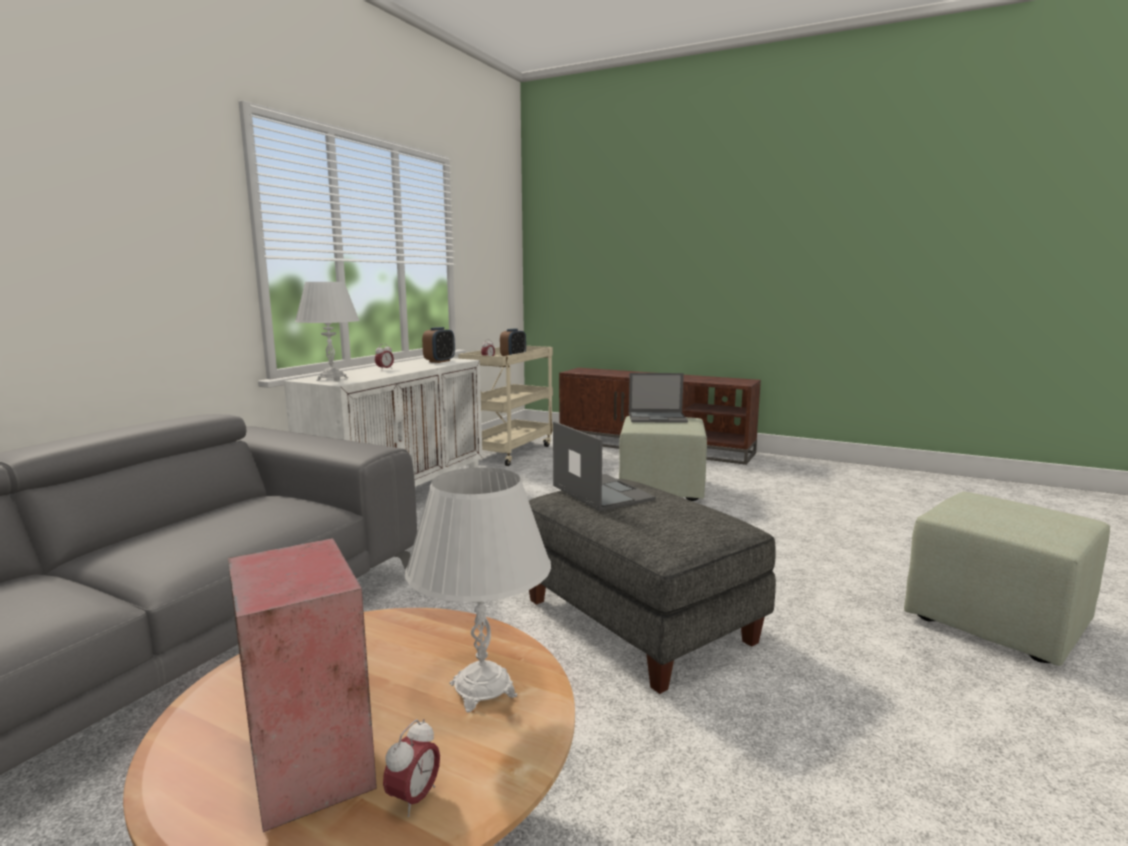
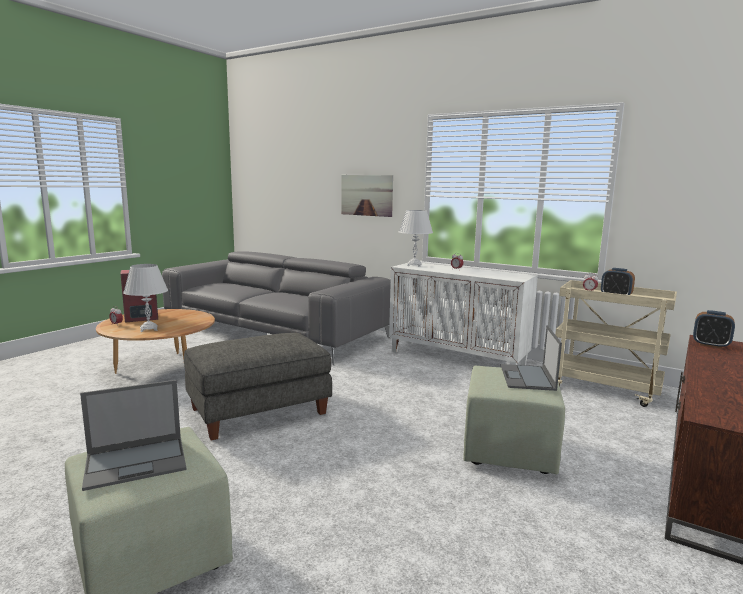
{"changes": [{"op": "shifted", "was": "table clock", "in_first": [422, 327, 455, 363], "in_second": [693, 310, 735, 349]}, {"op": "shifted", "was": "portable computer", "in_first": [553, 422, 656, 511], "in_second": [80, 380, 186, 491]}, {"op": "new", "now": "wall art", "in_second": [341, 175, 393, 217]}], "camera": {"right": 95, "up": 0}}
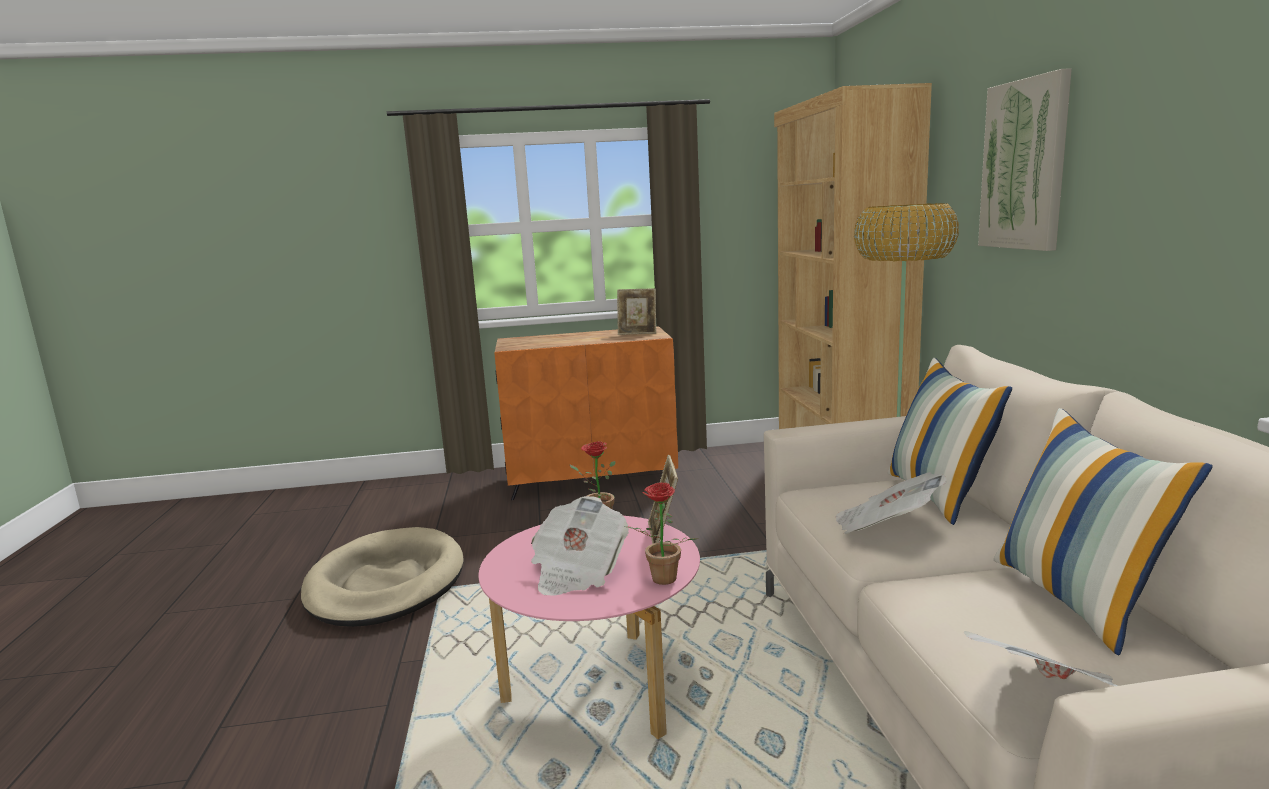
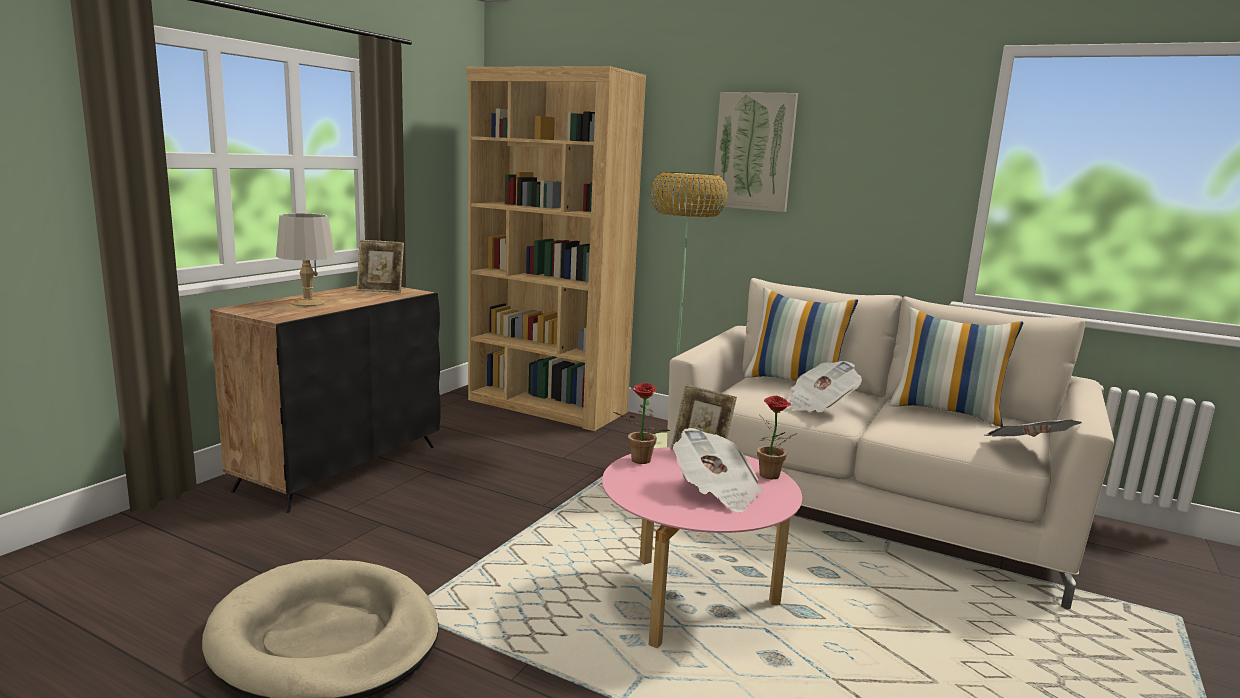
{"changes": [{"op": "rotated", "was": "photo frame", "in_first": [617, 288, 656, 335], "in_second": [357, 240, 404, 293], "clockwise": 45}, {"op": "repainted", "was": "orangey cabinet", "now": "black-coloured cabinet", "in_first": [494, 326, 678, 500], "in_second": [210, 286, 441, 513]}, {"op": "new", "now": "grey tabletop lamp", "in_second": [276, 213, 335, 307]}], "camera": {"right": -55, "up": 0}}
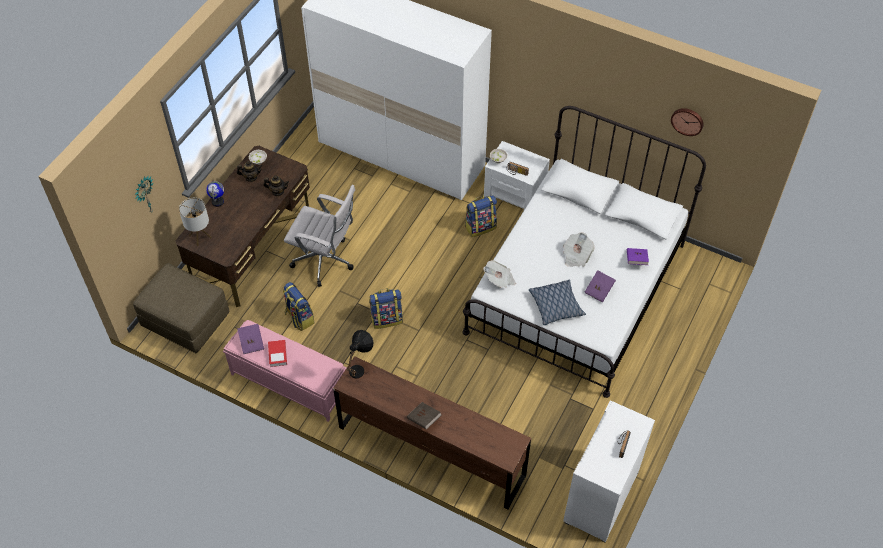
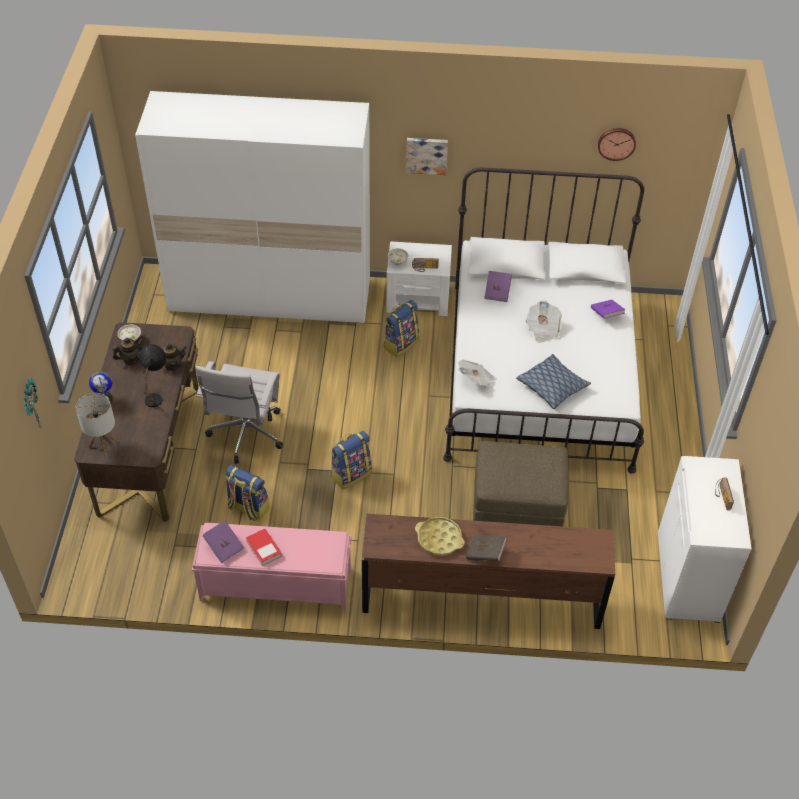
{"changes": [{"op": "rotated", "was": "whitish computer chair", "in_first": [284, 185, 355, 287], "in_second": [196, 361, 283, 464], "clockwise": 105}, {"op": "shifted", "was": "brown ottoman", "in_first": [133, 263, 230, 353], "in_second": [473, 441, 569, 527]}, {"op": "shifted", "was": "purple volume", "in_first": [585, 270, 616, 303], "in_second": [484, 271, 512, 302]}, {"op": "shifted", "was": "black-coloured tabletop lamp", "in_first": [347, 330, 374, 378], "in_second": [139, 344, 166, 407]}, {"op": "new", "now": "wall art", "in_second": [406, 138, 448, 175]}, {"op": "new", "now": "yellowish serving tray", "in_second": [415, 517, 465, 555]}], "camera": {"right": -25, "up": -5}}
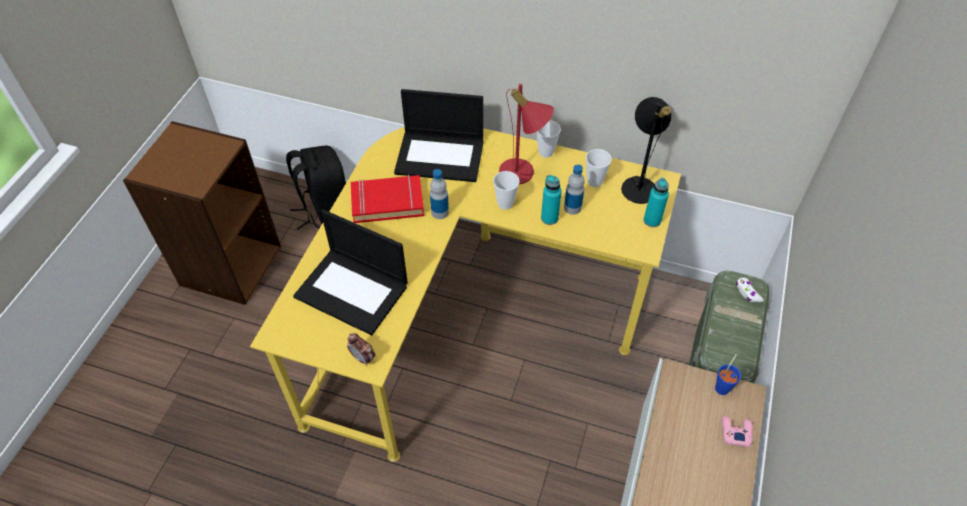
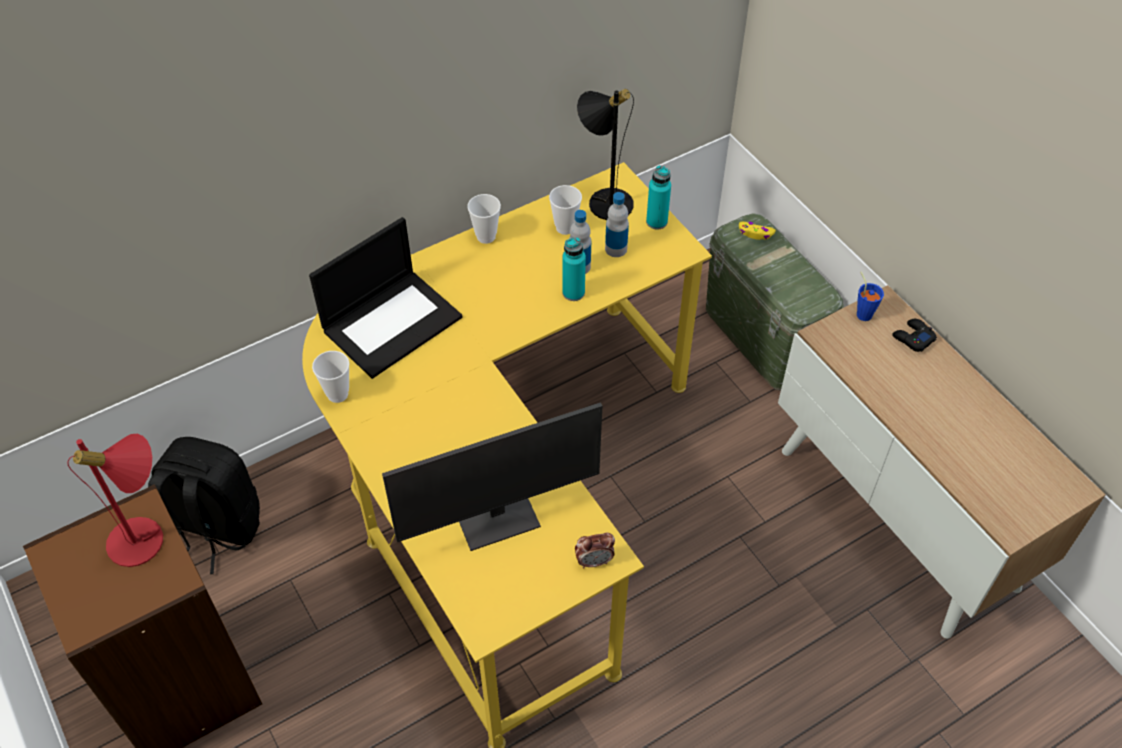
{"changes": [{"op": "shifted", "was": "red tabletop lamp", "in_first": [499, 84, 554, 184], "in_second": [67, 434, 163, 567]}, {"op": "shifted", "was": "drink bottle", "in_first": [430, 169, 449, 219], "in_second": [605, 192, 629, 257]}, {"op": "shifted", "was": "cup", "in_first": [493, 171, 520, 210], "in_second": [312, 351, 349, 403]}, {"op": "gone", "was": "red volume", "in_first": [351, 175, 424, 223]}, {"op": "swapped", "was": "portable computer", "now": "computer screen", "in_first": [293, 209, 408, 336], "in_second": [382, 402, 602, 551]}, {"op": "repainted", "was": "whitish gamepad", "now": "yellowish gamepad", "in_first": [736, 277, 764, 303], "in_second": [739, 222, 776, 240]}, {"op": "repainted", "was": "pink gamepad", "now": "black-coloured gamepad", "in_first": [722, 416, 753, 448], "in_second": [892, 319, 937, 352]}], "camera": {"right": -50, "up": 0}}
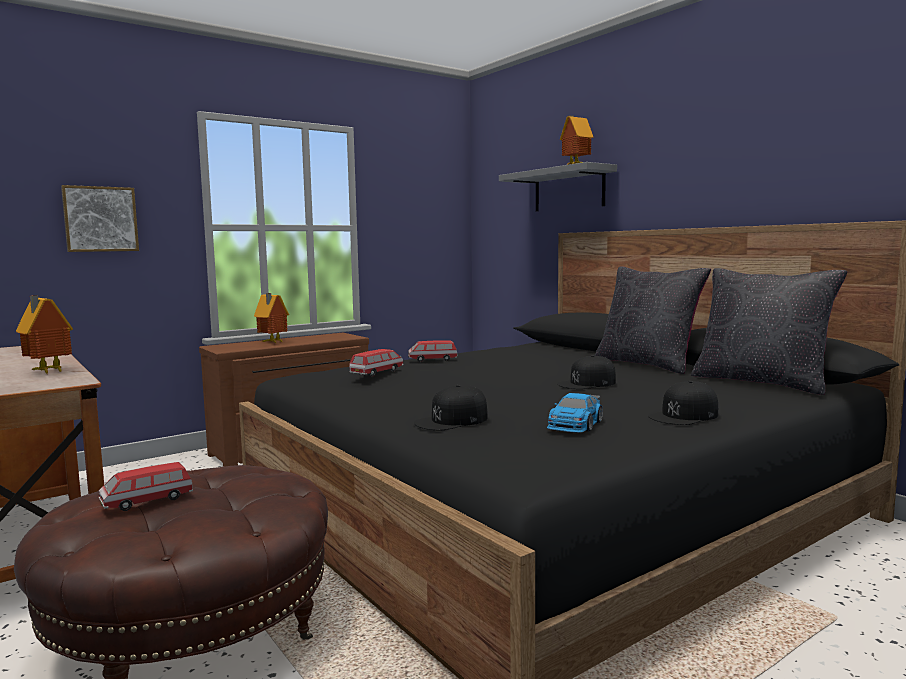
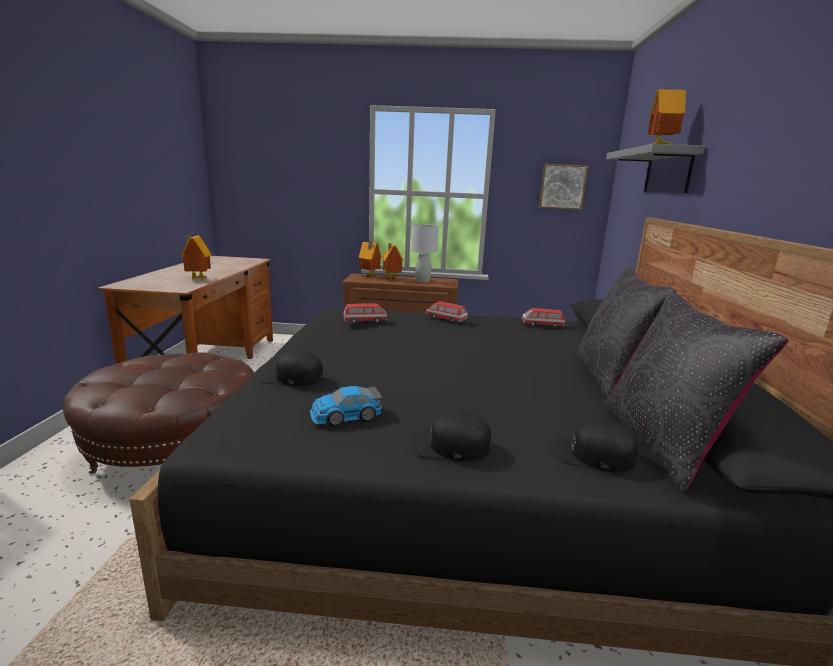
{"changes": [{"op": "shifted", "was": "wall art", "in_first": [61, 185, 139, 252], "in_second": [539, 164, 588, 210]}, {"op": "shifted", "was": "black-coloured peaked cap", "in_first": [557, 355, 616, 389], "in_second": [550, 420, 638, 472]}, {"op": "shifted", "was": "toy car", "in_first": [99, 462, 193, 511], "in_second": [522, 308, 565, 328]}, {"op": "new", "now": "grey tabletop lamp", "in_second": [411, 224, 439, 282]}, {"op": "new", "now": "miniature house", "in_second": [359, 241, 381, 277]}], "camera": {"right": 40, "up": 10}}
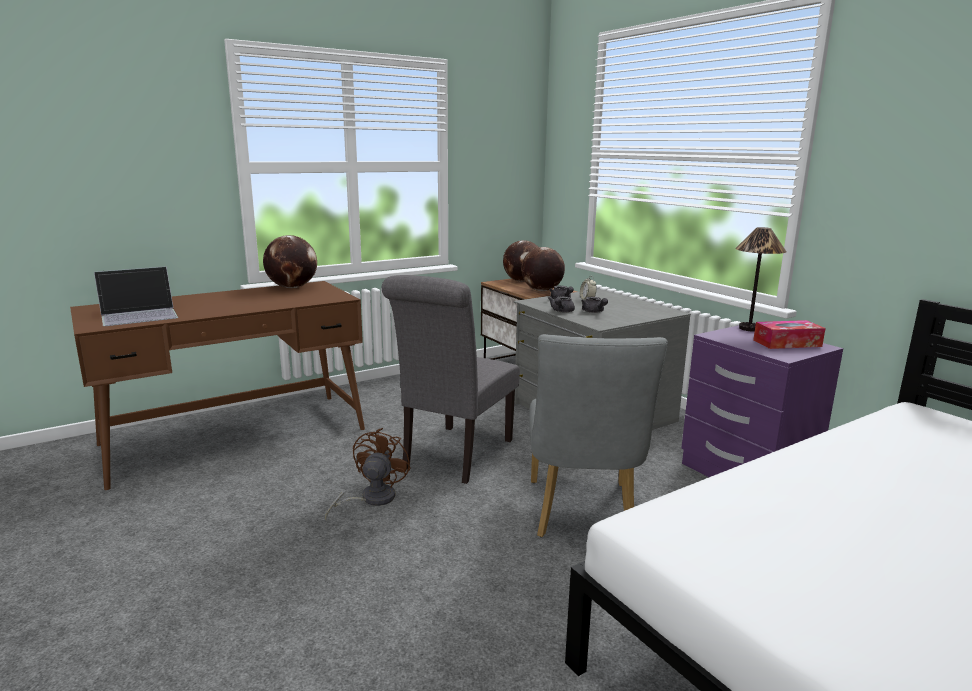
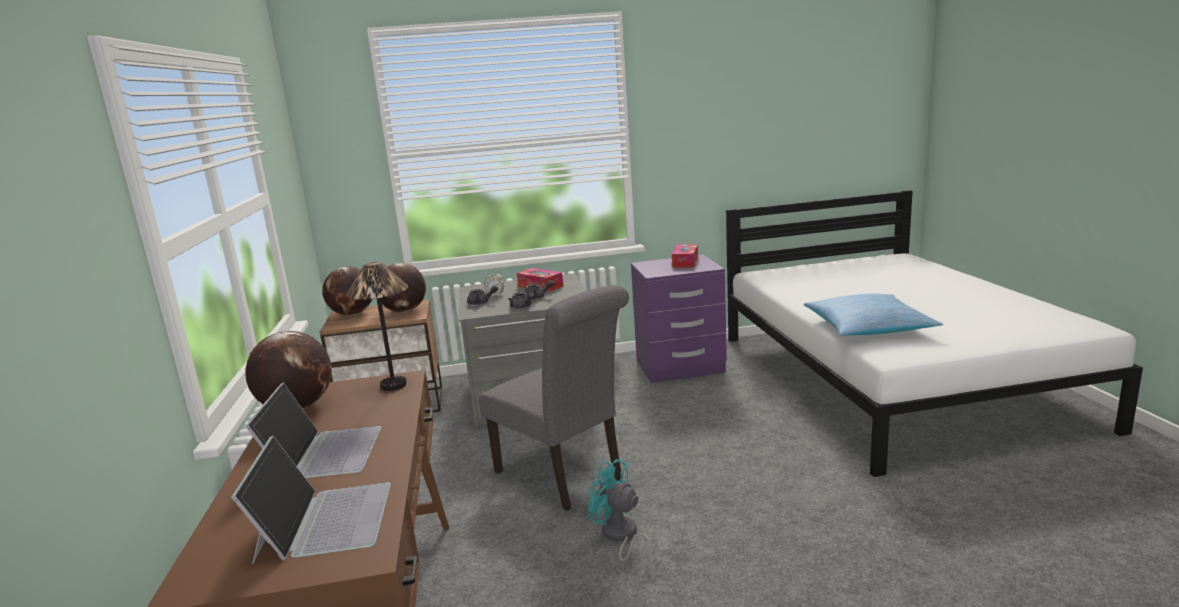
{"changes": [{"op": "shifted", "was": "tabletop lamp", "in_first": [735, 227, 786, 332], "in_second": [346, 262, 408, 391]}, {"op": "gone", "was": "grey upright chair", "in_first": [529, 334, 668, 537]}, {"op": "repainted", "was": "brown fan", "now": "blue-green fan", "in_first": [325, 428, 411, 520], "in_second": [587, 459, 652, 569]}, {"op": "new", "now": "tissue holder", "in_second": [517, 268, 563, 292]}, {"op": "new", "now": "pillow", "in_second": [804, 293, 943, 335]}, {"op": "new", "now": "portable computer", "in_second": [245, 382, 382, 478]}], "camera": {"right": -65, "up": 0}}
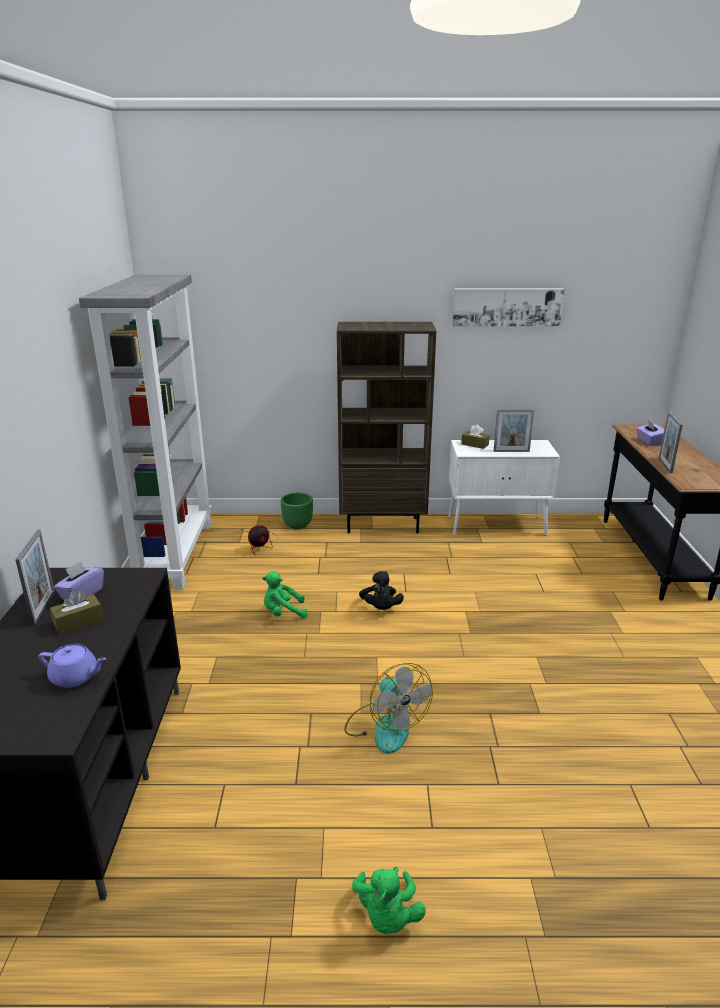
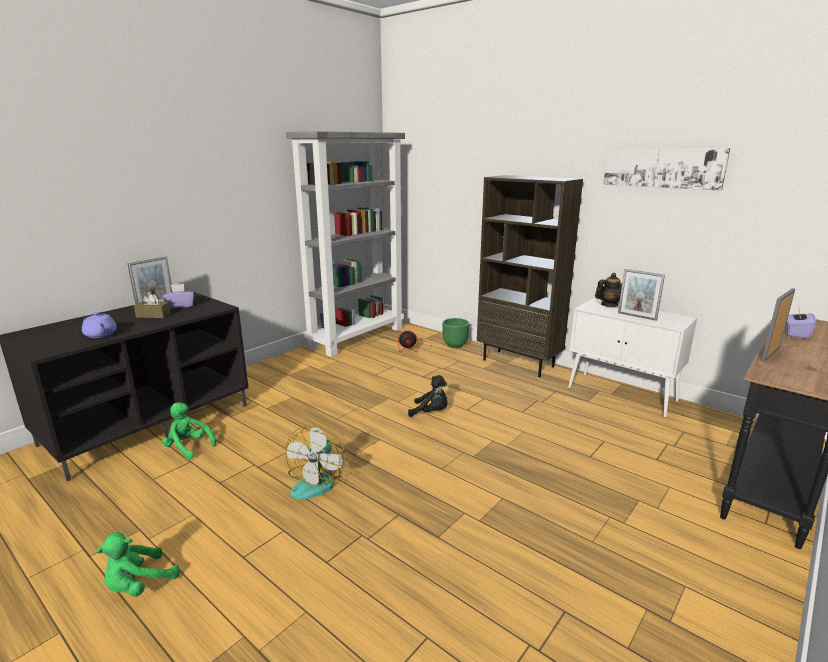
{"changes": [{"op": "swapped", "was": "brown tissue holder", "now": "tea pot", "in_first": [461, 425, 490, 449], "in_second": [595, 273, 622, 307]}, {"op": "shifted", "was": "green soft toy", "in_first": [262, 571, 307, 618], "in_second": [162, 402, 216, 459]}, {"op": "rotated", "was": "black-coloured soft toy", "in_first": [359, 571, 404, 610], "in_second": [408, 375, 448, 417], "clockwise": -105}], "camera": {"right": 40, "up": -5}}
